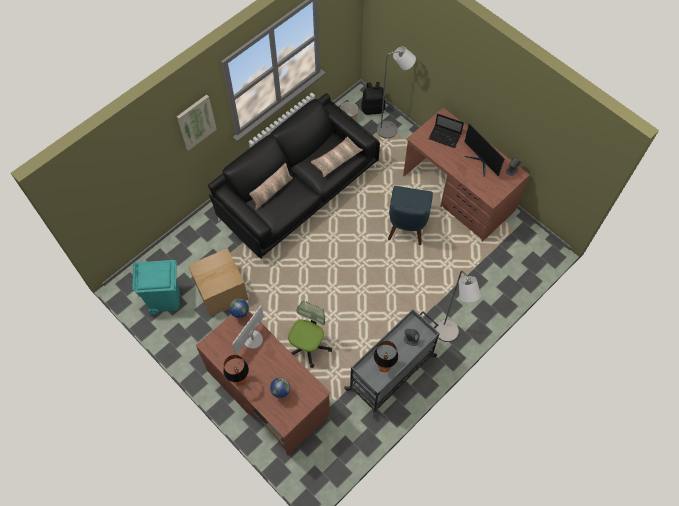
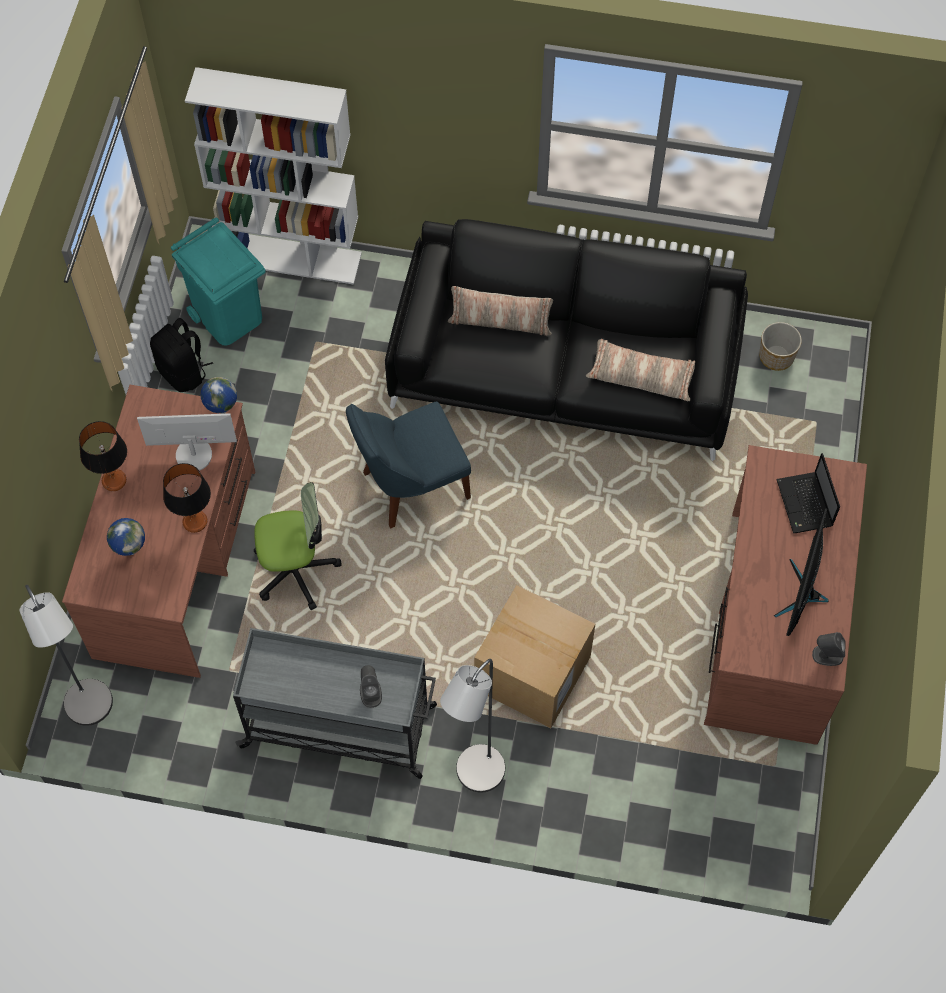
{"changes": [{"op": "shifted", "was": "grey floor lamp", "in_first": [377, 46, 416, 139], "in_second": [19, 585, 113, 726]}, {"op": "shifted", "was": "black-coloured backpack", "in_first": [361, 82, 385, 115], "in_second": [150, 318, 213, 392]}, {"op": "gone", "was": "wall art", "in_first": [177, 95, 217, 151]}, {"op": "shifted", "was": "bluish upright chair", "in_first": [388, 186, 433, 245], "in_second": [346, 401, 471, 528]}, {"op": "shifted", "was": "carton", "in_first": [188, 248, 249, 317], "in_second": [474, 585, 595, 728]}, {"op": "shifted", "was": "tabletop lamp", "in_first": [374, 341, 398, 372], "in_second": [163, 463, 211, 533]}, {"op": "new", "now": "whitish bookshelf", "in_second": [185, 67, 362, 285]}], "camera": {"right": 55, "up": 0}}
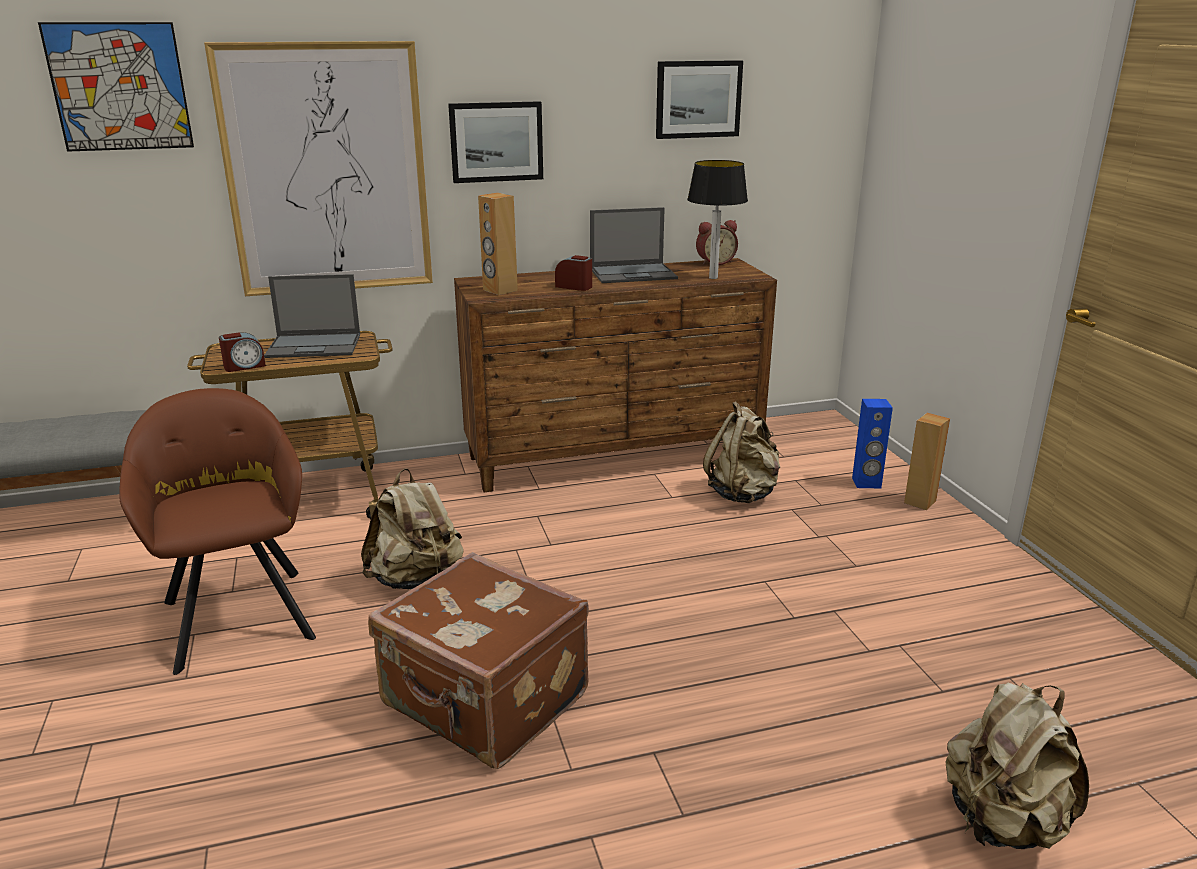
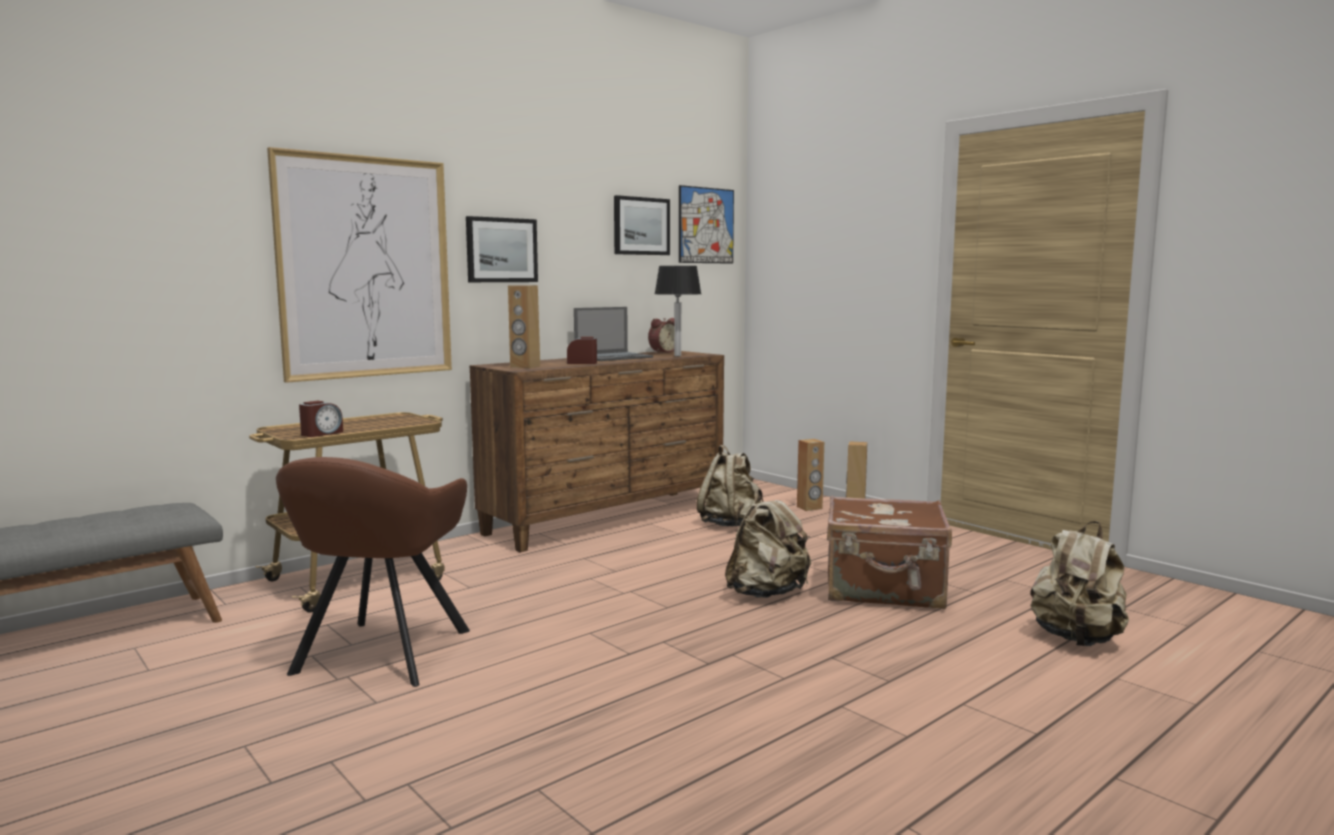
{"changes": [{"op": "shifted", "was": "wall art", "in_first": [38, 22, 194, 152], "in_second": [679, 185, 734, 264]}, {"op": "gone", "was": "portable computer", "in_first": [264, 274, 360, 358]}, {"op": "rotated", "was": "brown easy chair", "in_first": [119, 388, 316, 675], "in_second": [276, 457, 470, 687], "clockwise": -120}, {"op": "repainted", "was": "bluish audio speaker", "now": "brown audio speaker", "in_first": [852, 399, 893, 488], "in_second": [797, 439, 824, 511]}, {"op": "shifted", "was": "beige backpack", "in_first": [361, 468, 464, 589], "in_second": [725, 489, 811, 598]}, {"op": "shifted", "was": "brown suitcase", "in_first": [368, 552, 589, 769], "in_second": [827, 496, 952, 609]}], "camera": {"right": -25, "up": -15}}
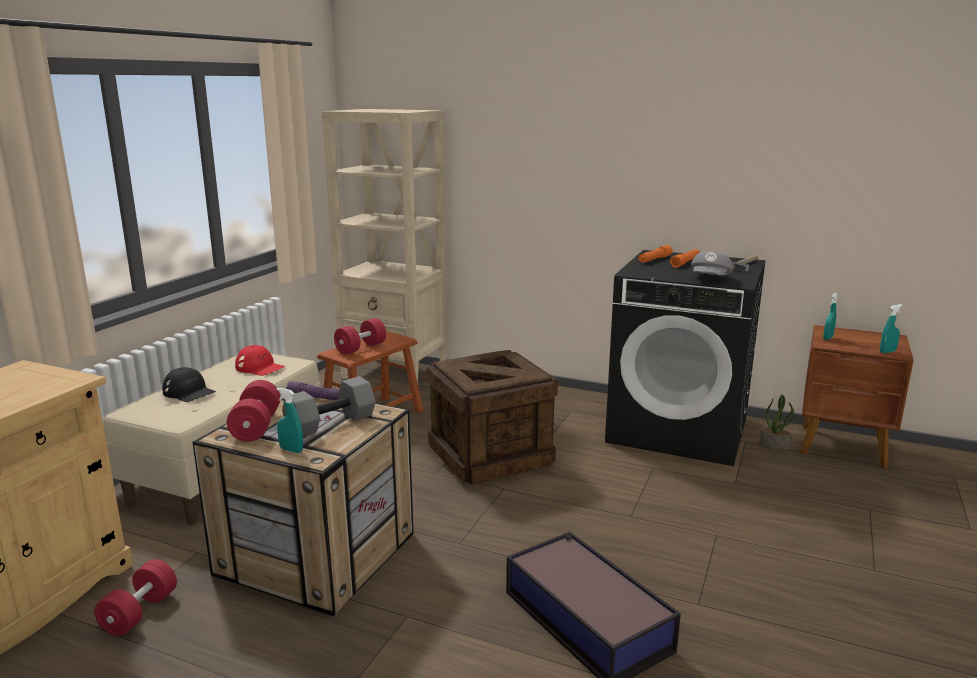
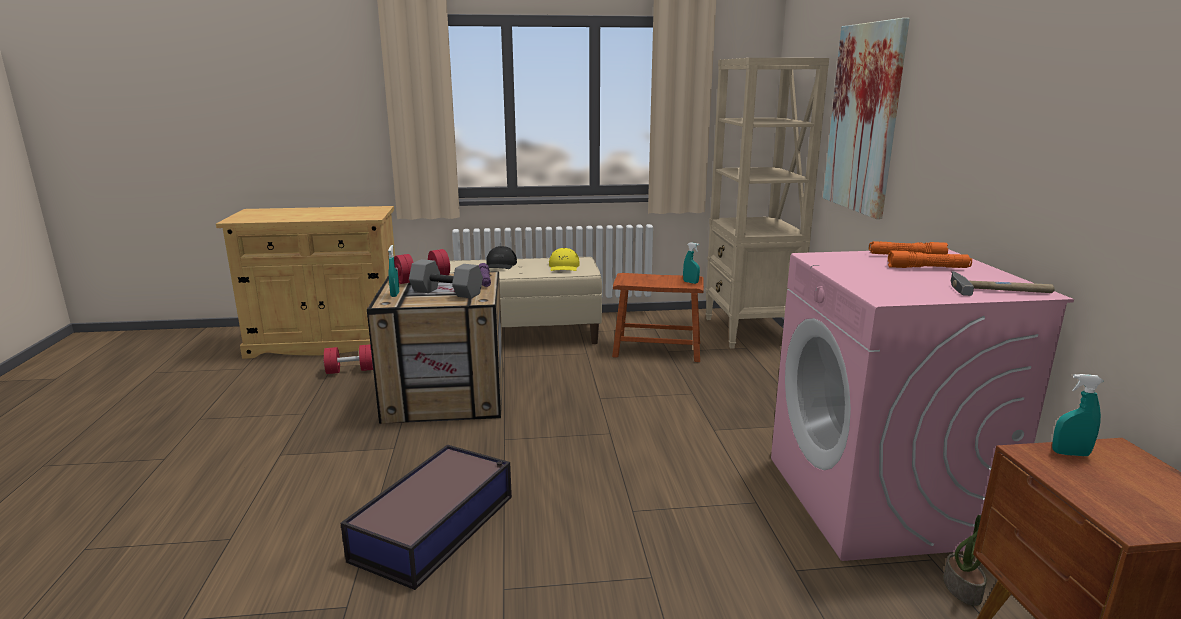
{"changes": [{"op": "repainted", "was": "black-coloured laundry machine", "now": "pink laundry machine", "in_first": [605, 250, 766, 466], "in_second": [771, 249, 1074, 561]}, {"op": "gone", "was": "grey peaked cap", "in_first": [691, 251, 733, 275]}, {"op": "shifted", "was": "blue-green spray bottle", "in_first": [880, 304, 903, 353], "in_second": [683, 242, 700, 284]}, {"op": "gone", "was": "red dumbbell", "in_first": [334, 318, 386, 355]}, {"op": "repainted", "was": "red peaked cap", "now": "yellowish peaked cap", "in_first": [235, 345, 285, 376], "in_second": [549, 248, 580, 271]}, {"op": "gone", "was": "packing crate", "in_first": [427, 350, 558, 485]}, {"op": "new", "now": "wall art", "in_second": [823, 18, 910, 219]}], "camera": {"right": 60, "up": 0}}
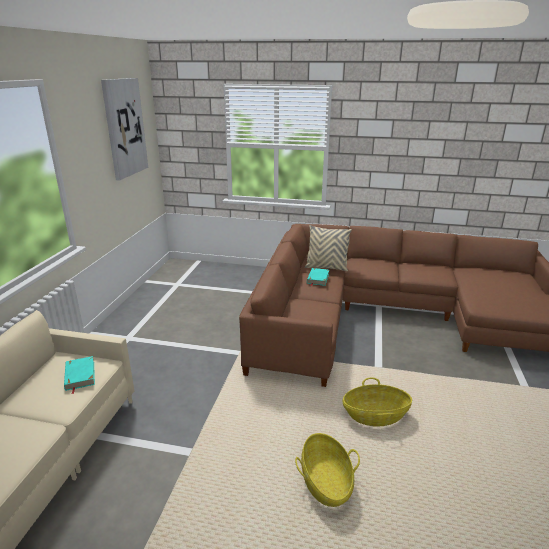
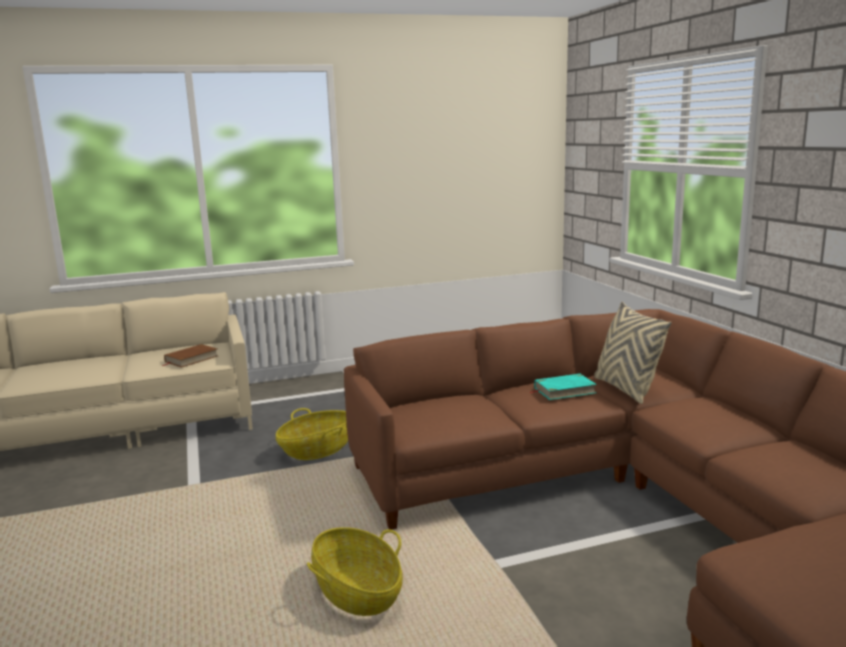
{"changes": [{"op": "gone", "was": "wall art", "in_first": [101, 78, 148, 181]}, {"op": "repainted", "was": "blue-green volume", "now": "brown volume", "in_first": [64, 356, 95, 394], "in_second": [162, 344, 218, 368]}, {"op": "shifted", "was": "household basket", "in_first": [295, 433, 360, 507], "in_second": [276, 408, 348, 460]}], "camera": {"right": 60, "up": -10}}
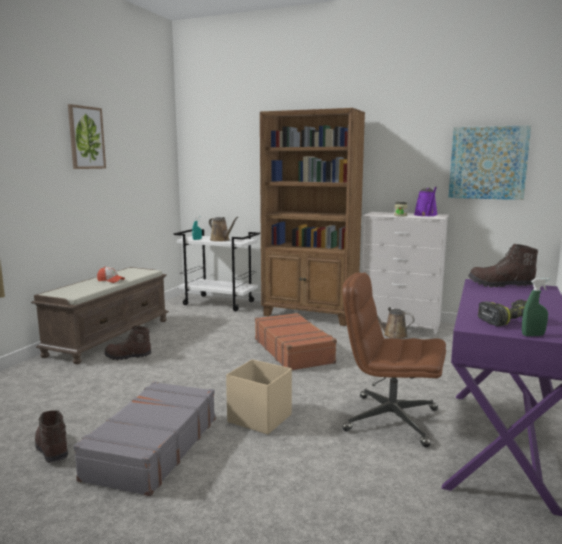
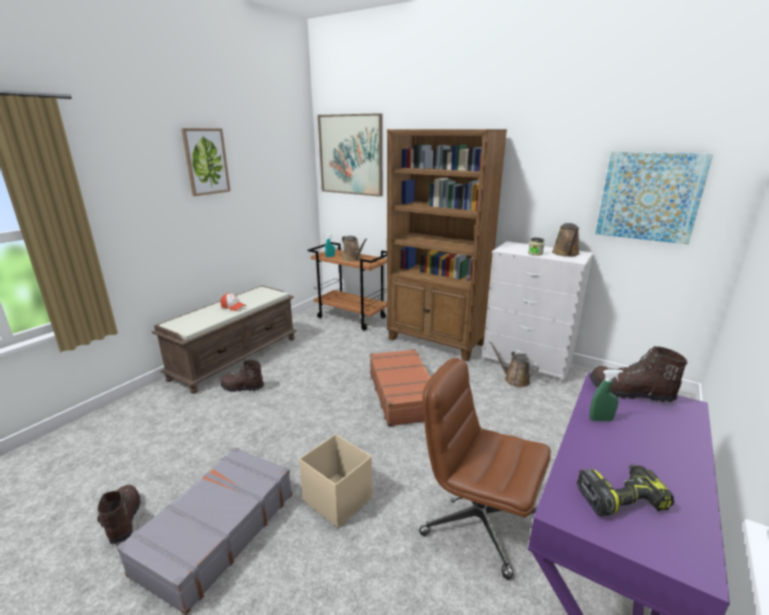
{"changes": [{"op": "repainted", "was": "purple sprinkling can", "now": "brown sprinkling can", "in_first": [414, 187, 438, 216], "in_second": [552, 223, 580, 257]}, {"op": "repainted", "was": "whitish trolley", "now": "brown trolley", "in_first": [174, 229, 260, 311], "in_second": [308, 242, 387, 331]}, {"op": "shifted", "was": "green spray bottle", "in_first": [522, 278, 549, 336], "in_second": [589, 369, 623, 421]}, {"op": "new", "now": "wall art", "in_second": [318, 113, 383, 197]}], "camera": {"right": 10, "up": 10}}
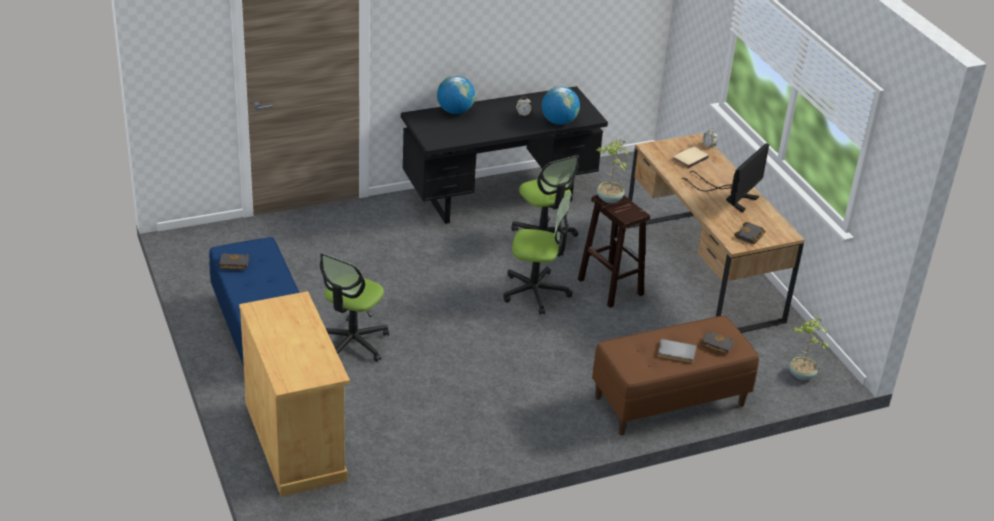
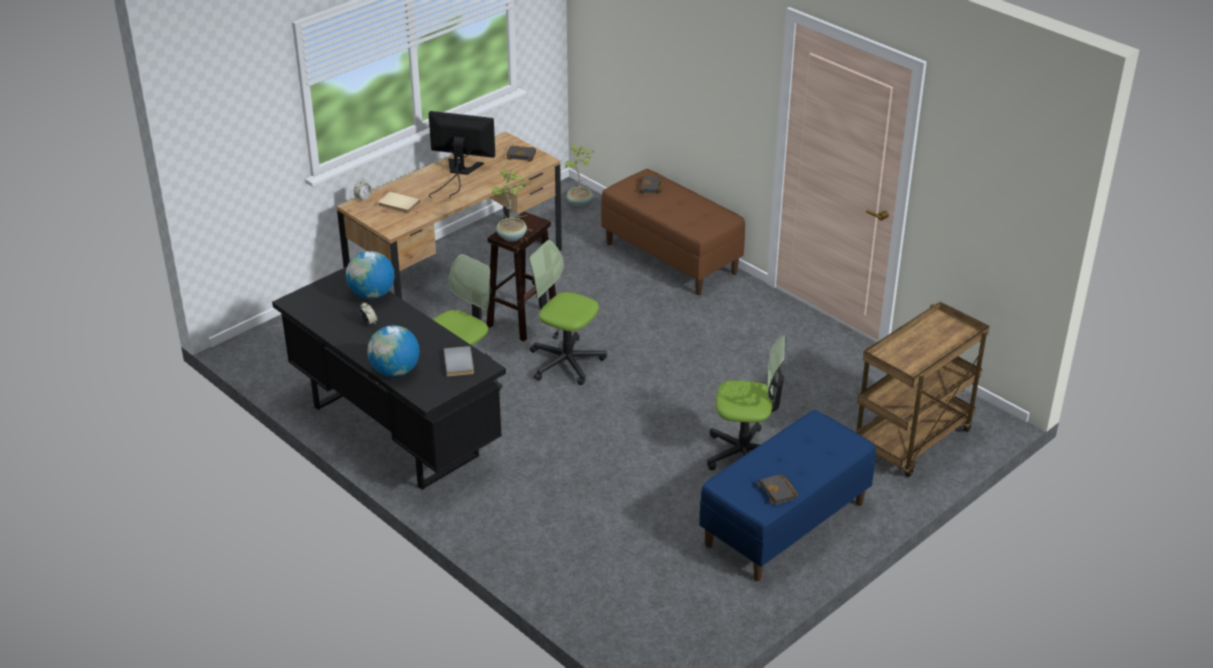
{"changes": [{"op": "rotated", "was": "computer chair", "in_first": [503, 192, 572, 315], "in_second": [529, 240, 607, 385], "clockwise": -45}, {"op": "swapped", "was": "beige cabinet", "now": "brown trolley", "in_first": [239, 291, 350, 497], "in_second": [856, 301, 990, 477]}, {"op": "shifted", "was": "grey volume", "in_first": [658, 339, 697, 363], "in_second": [444, 346, 474, 377]}], "camera": {"right": -110, "up": 0}}
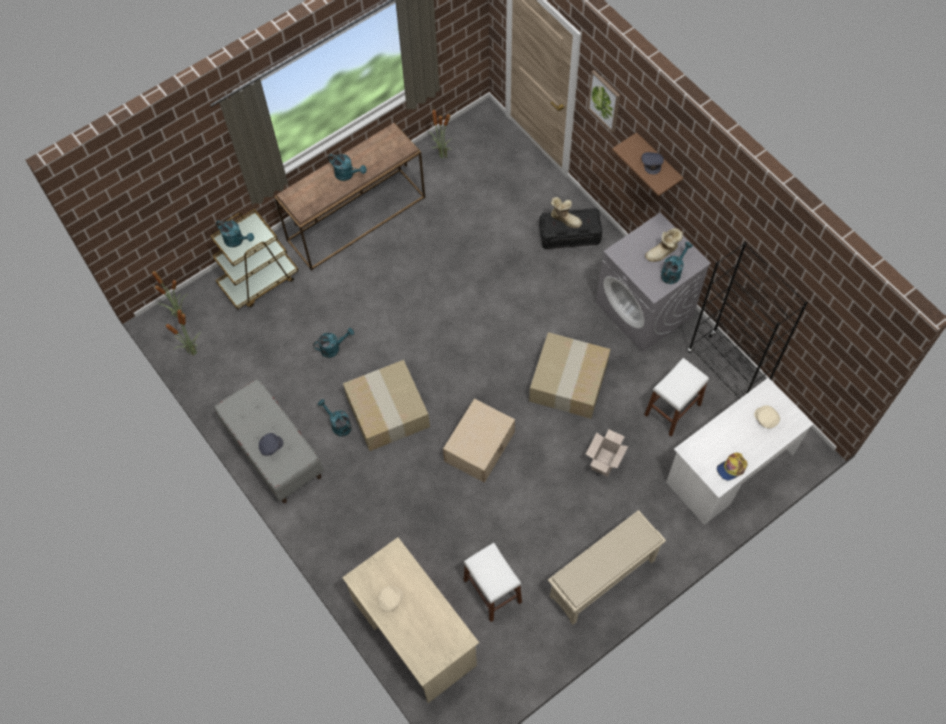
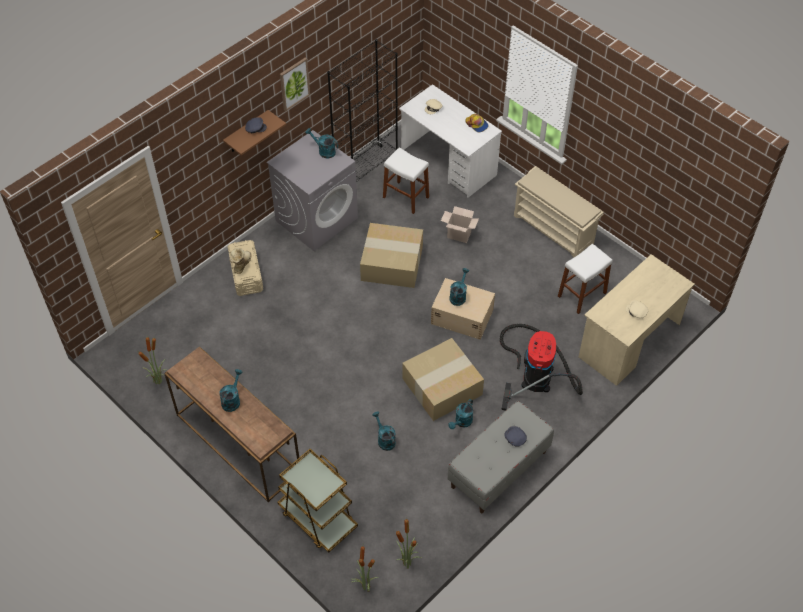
{"changes": [{"op": "shifted", "was": "wall art", "in_first": [587, 70, 620, 133], "in_second": [280, 58, 310, 111]}, {"op": "repainted", "was": "black-coloured storage container", "now": "beige storage container", "in_first": [539, 208, 603, 249], "in_second": [228, 240, 263, 296]}, {"op": "shifted", "was": "blue-green sprinkling can", "in_first": [216, 220, 254, 247], "in_second": [449, 268, 469, 306]}, {"op": "gone", "was": "high-top boot", "in_first": [645, 228, 683, 262]}, {"op": "new", "now": "vacuum", "in_second": [500, 324, 583, 410]}], "camera": {"right": -100, "up": -10}}
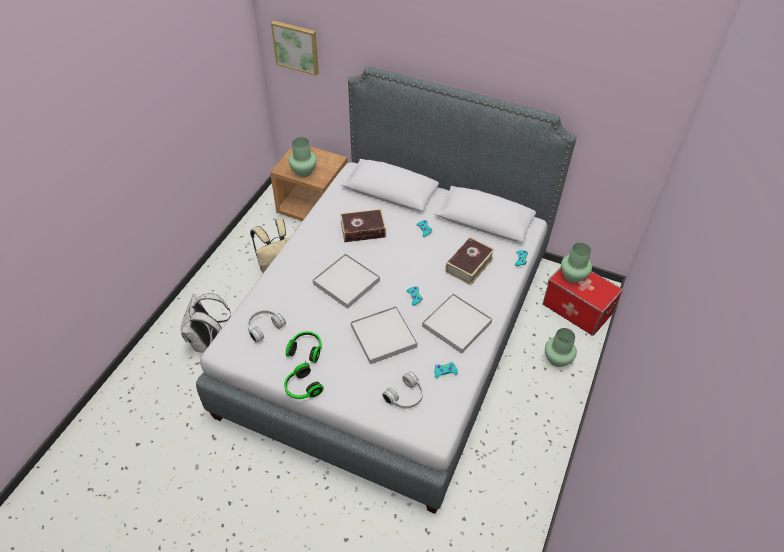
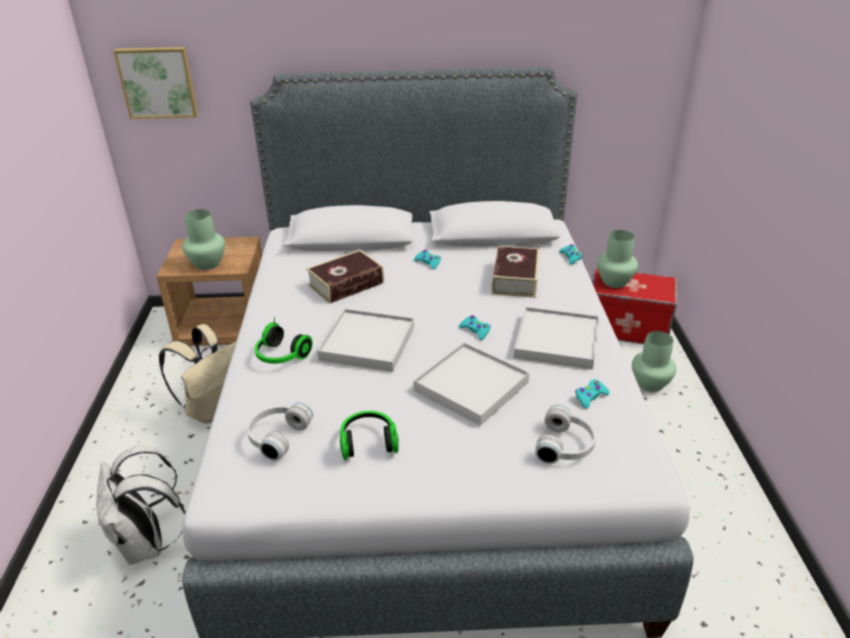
{"changes": [{"op": "shifted", "was": "headset", "in_first": [284, 361, 324, 399], "in_second": [255, 317, 313, 364]}], "camera": {"right": -25, "up": -15}}
